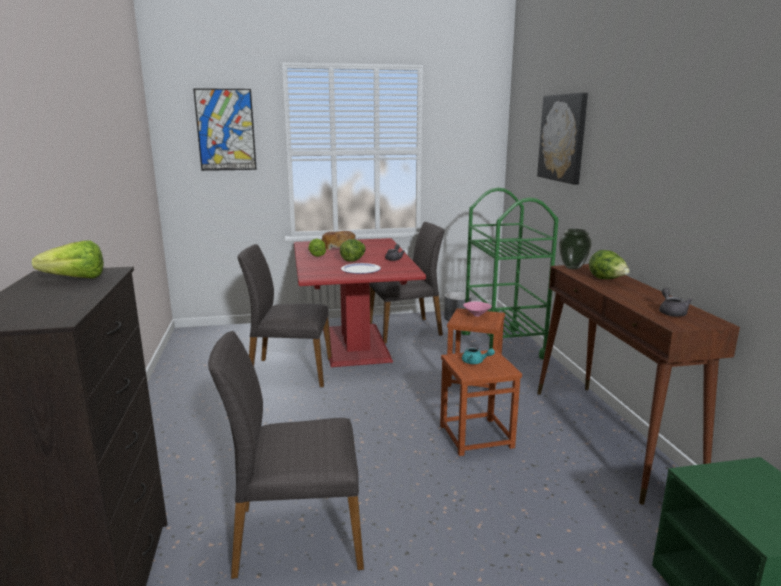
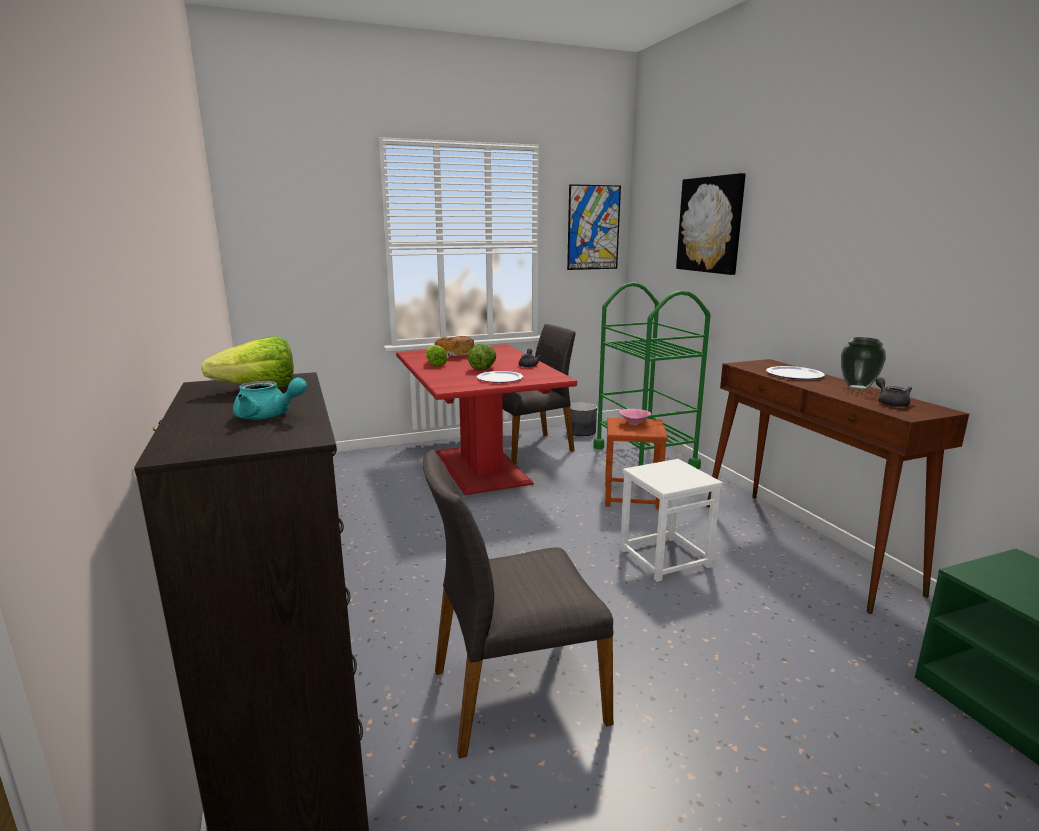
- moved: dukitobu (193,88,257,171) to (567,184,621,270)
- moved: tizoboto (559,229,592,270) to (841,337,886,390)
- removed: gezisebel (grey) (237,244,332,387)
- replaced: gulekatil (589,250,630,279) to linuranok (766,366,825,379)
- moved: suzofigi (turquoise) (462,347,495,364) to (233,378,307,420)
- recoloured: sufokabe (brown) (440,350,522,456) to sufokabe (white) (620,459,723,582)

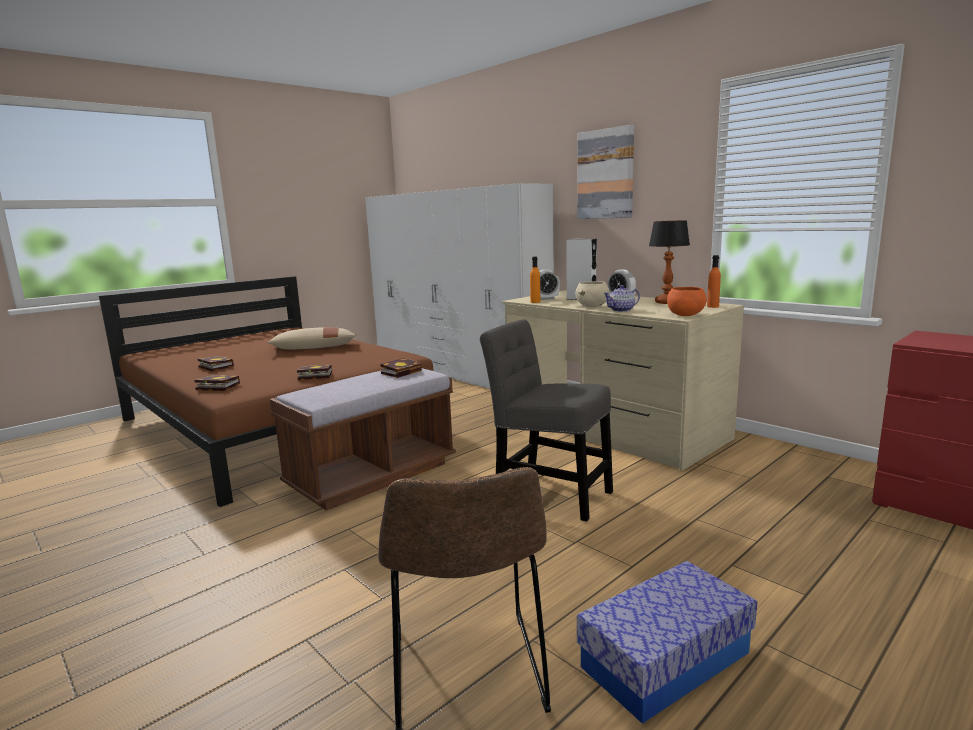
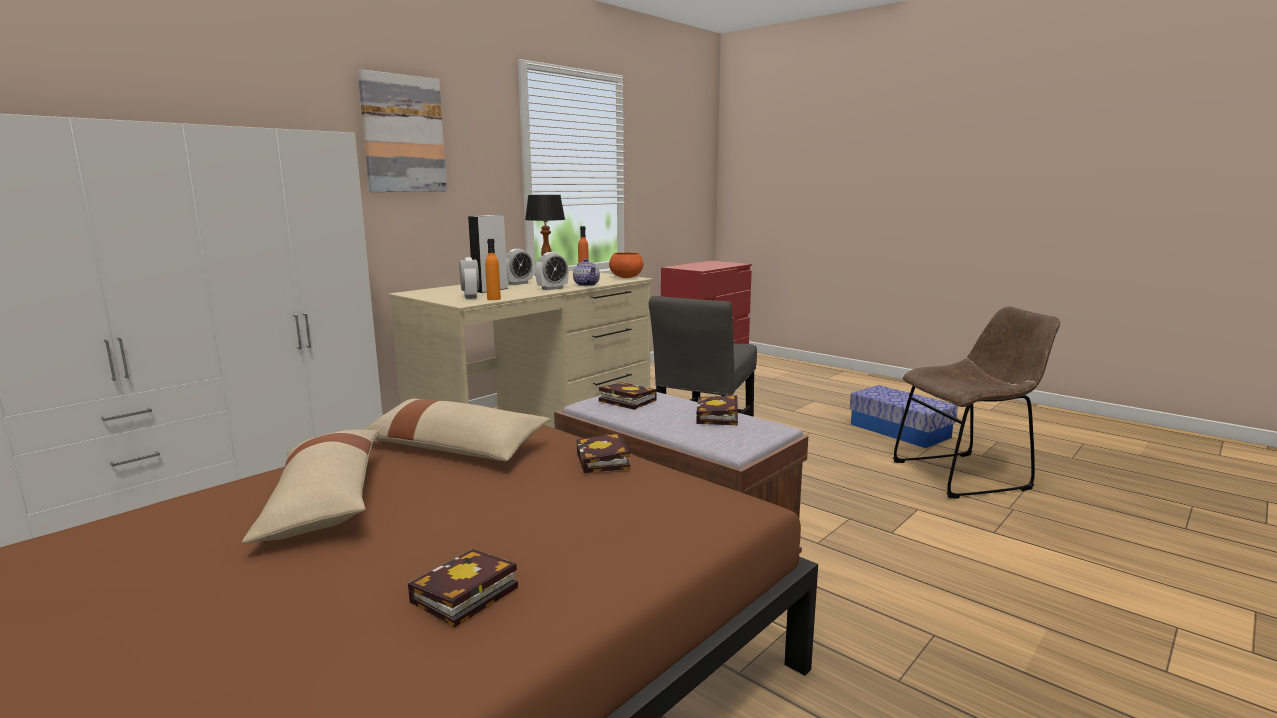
- replaced: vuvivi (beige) (575,281,609,307) to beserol (535,252,569,290)
- moved: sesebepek (194,375,240,391) to (696,395,738,426)
- added: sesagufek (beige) (362,399,550,461)

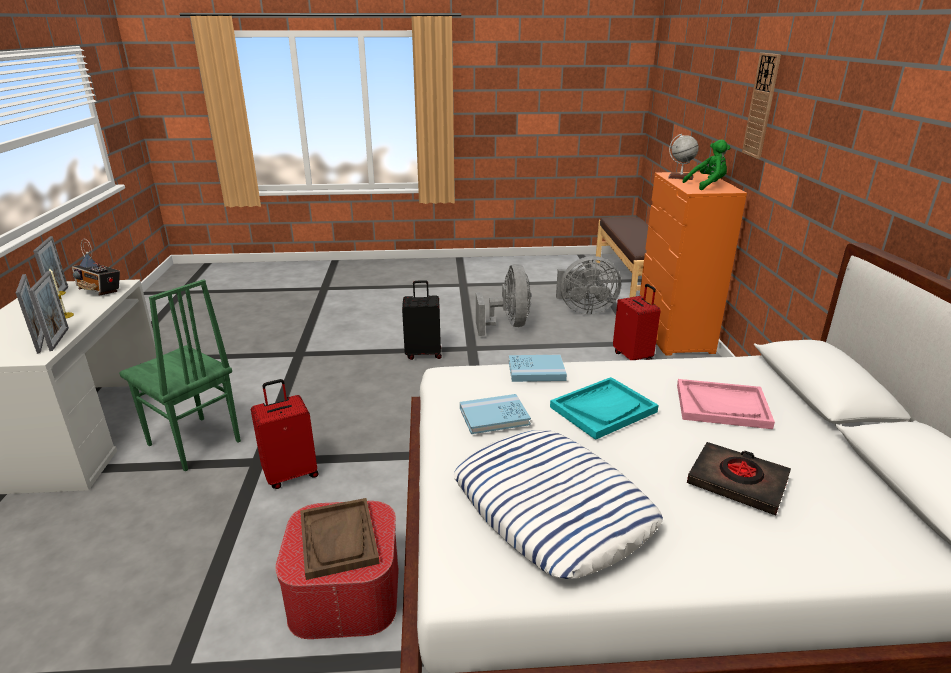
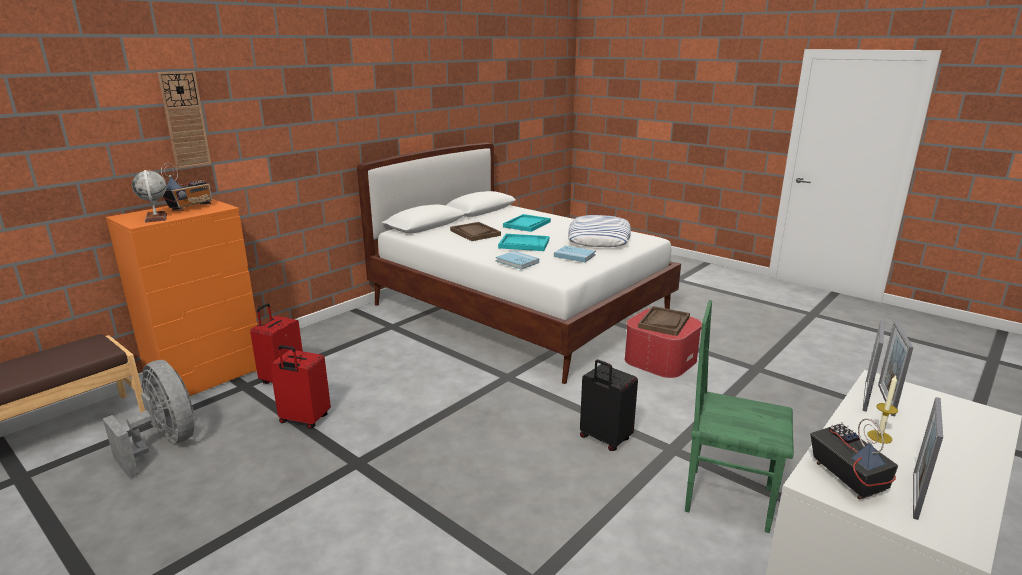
- replaced: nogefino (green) (683,139,730,190) to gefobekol (161,163,212,211)
- removed: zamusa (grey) (476,264,531,336)
- turned: gezisebel (green) (119,279,241,472) = (685,300,794,533) 60 degrees counterclockwise
- moved: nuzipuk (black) (402,280,442,360) to (580,360,638,451)
- moved: nuzipuk (red) (251,379,319,489) to (270,345,331,429)
- recoloured: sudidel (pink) (677,379,775,429) to sudidel (brown) (450,222,501,241)
- replaced: sesebepek (black) (687,442,791,516) to sudidel (turquoise) (503,214,551,232)

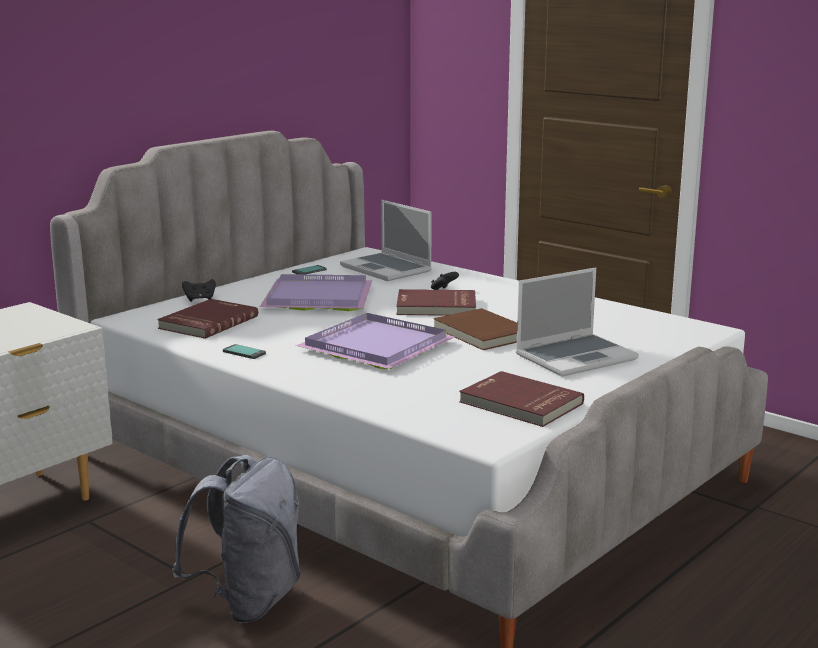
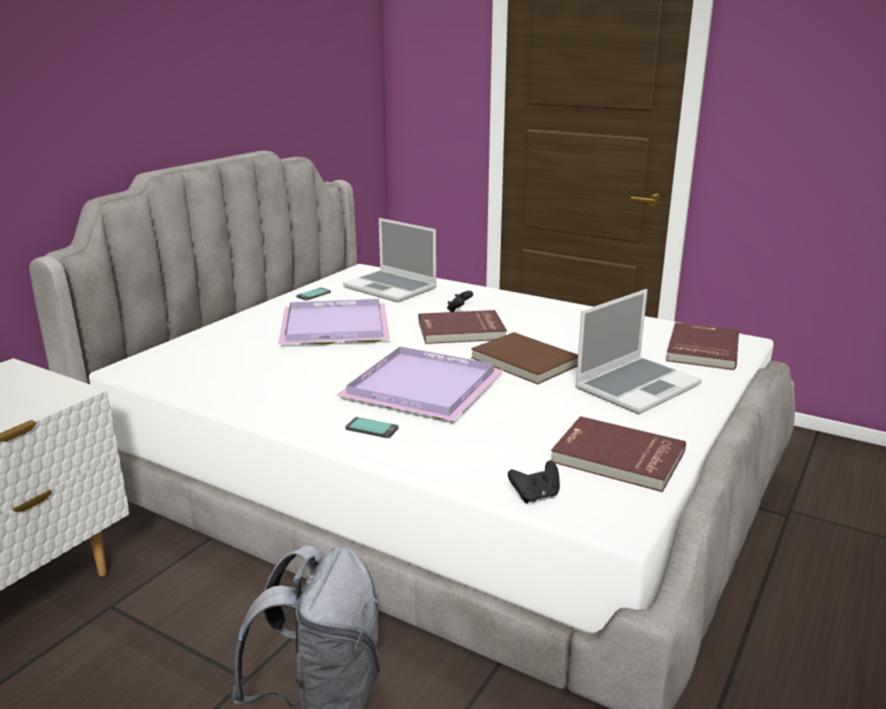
- moved: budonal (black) (182,279,216,302) to (508,461,560,503)
- moved: sesebepek (red) (157,299,258,339) to (666,322,739,370)
- moved: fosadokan (223,344,266,359) to (345,417,398,438)

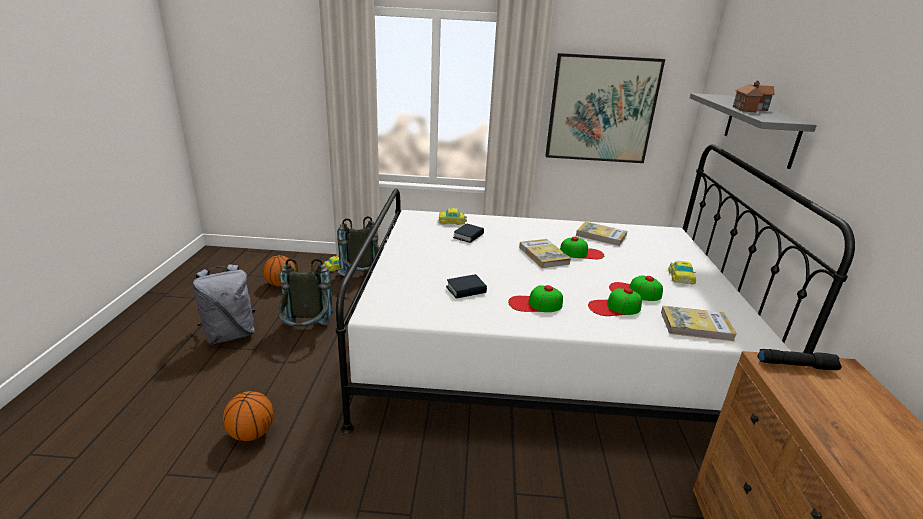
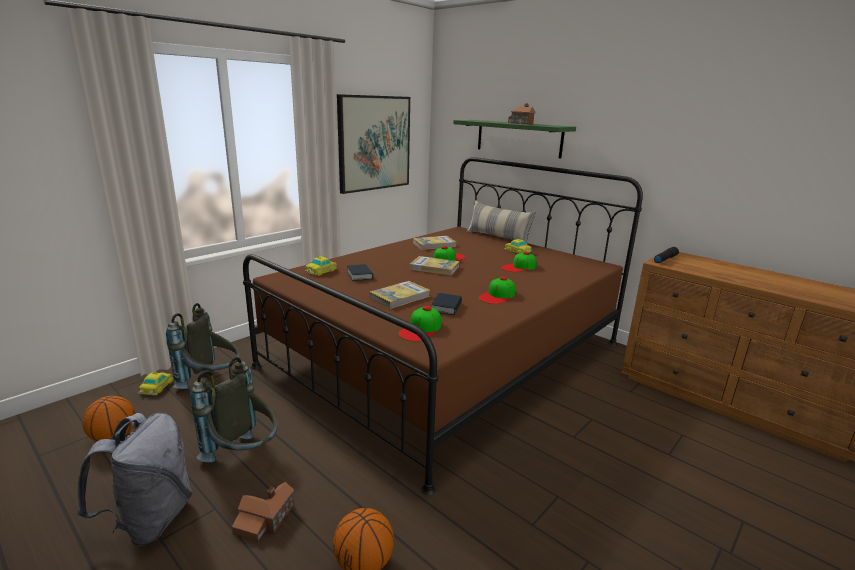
- recoloured: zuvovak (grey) (690,93,817,169) to zuvovak (green) (453,120,576,159)
- recoloured: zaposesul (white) (336,144,855,434) to zaposesul (brown) (243,157,643,495)
- moved: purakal (588,288,642,316) to (399,306,441,341)
- moved: sesebepek (661,306,737,341) to (370,281,430,309)
- added: sesagufek (467,200,536,244)
- added: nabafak (232,482,294,542)

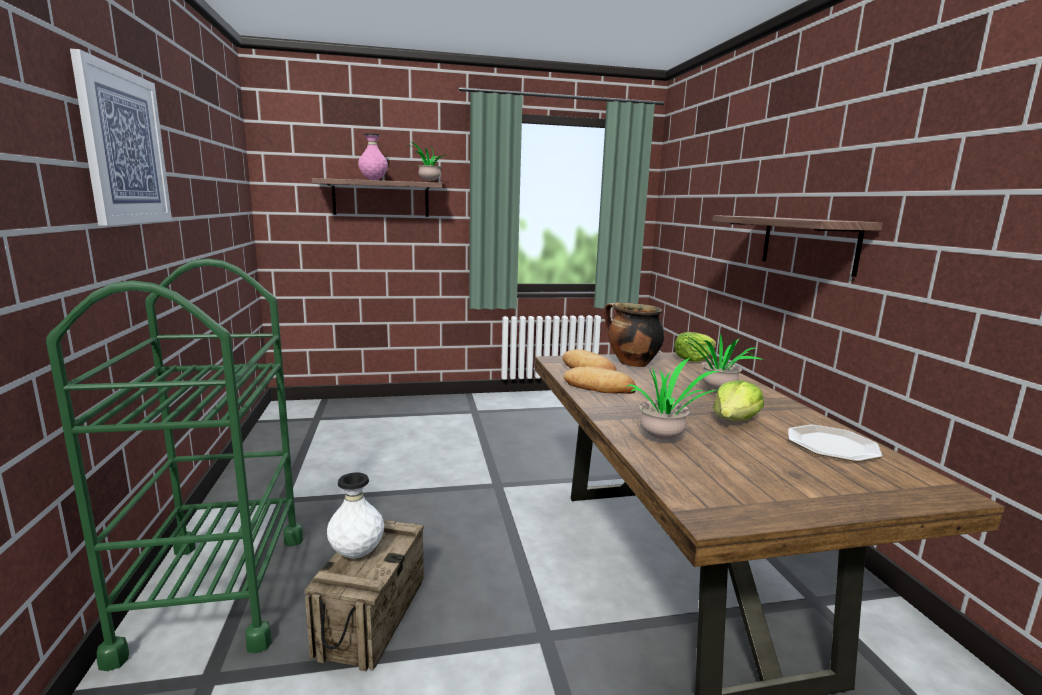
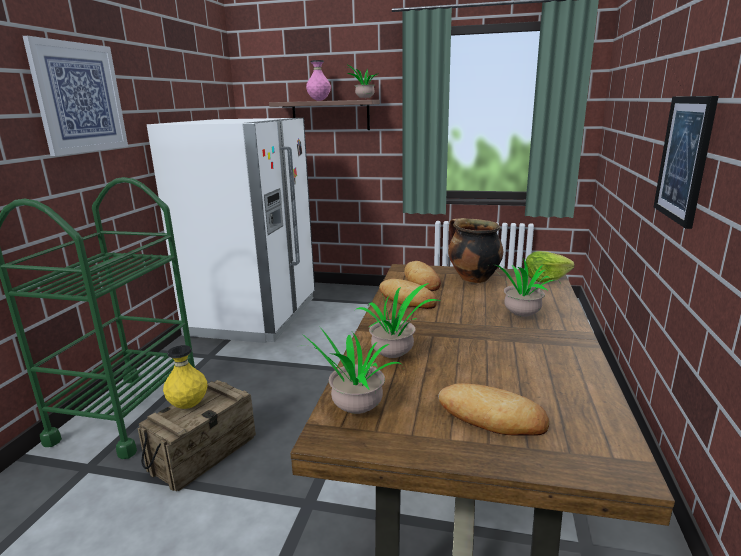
- replaced: zuvovak (712,215,883,277) to dukitobu (654,96,719,229)
- removed: gulekatil (713,380,764,421)
- removed: linuranok (788,425,883,462)
- recoloured: tizoboto (white) (327,473,384,558) to tizoboto (yellow) (163,345,207,409)
- added: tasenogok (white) (147,118,315,343)
- added: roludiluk (301,326,402,414)
- added: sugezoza (438,383,549,436)

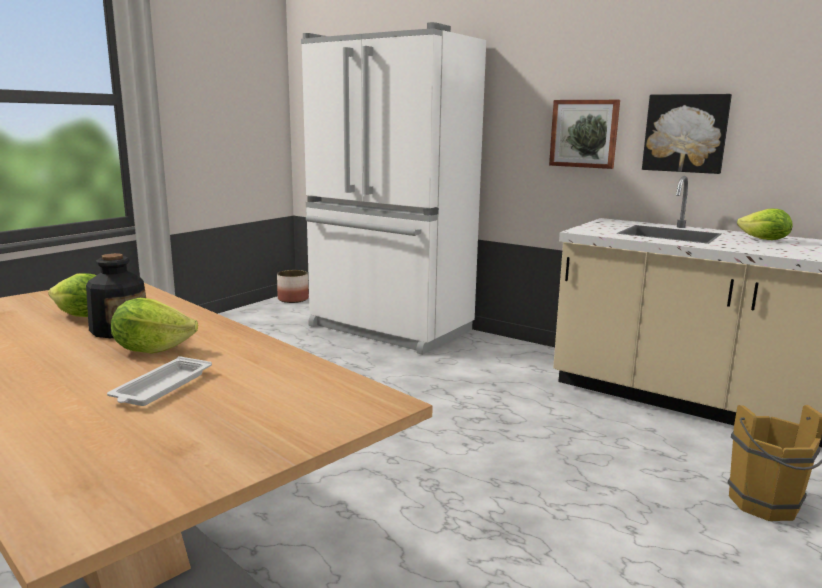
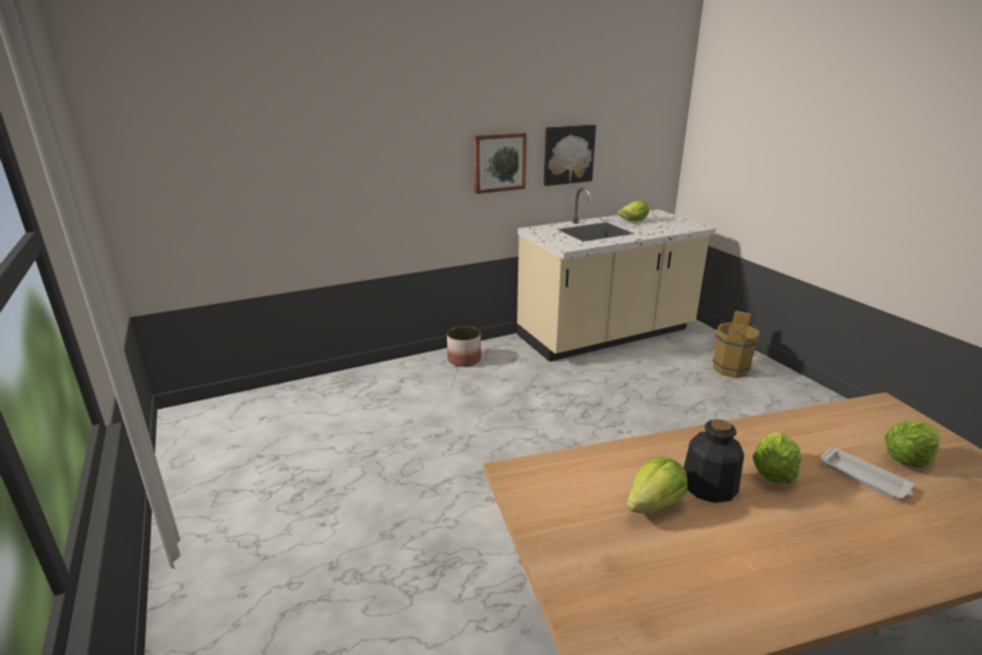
- removed: tasenogok (white) (301,22,486,355)
- moved: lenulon (277,270,309,303) to (447,326,481,367)
- added: gulekatil (885,420,940,468)

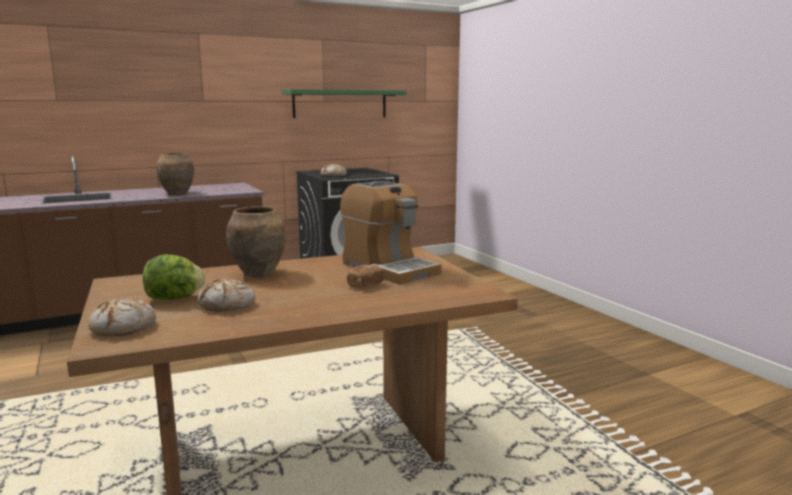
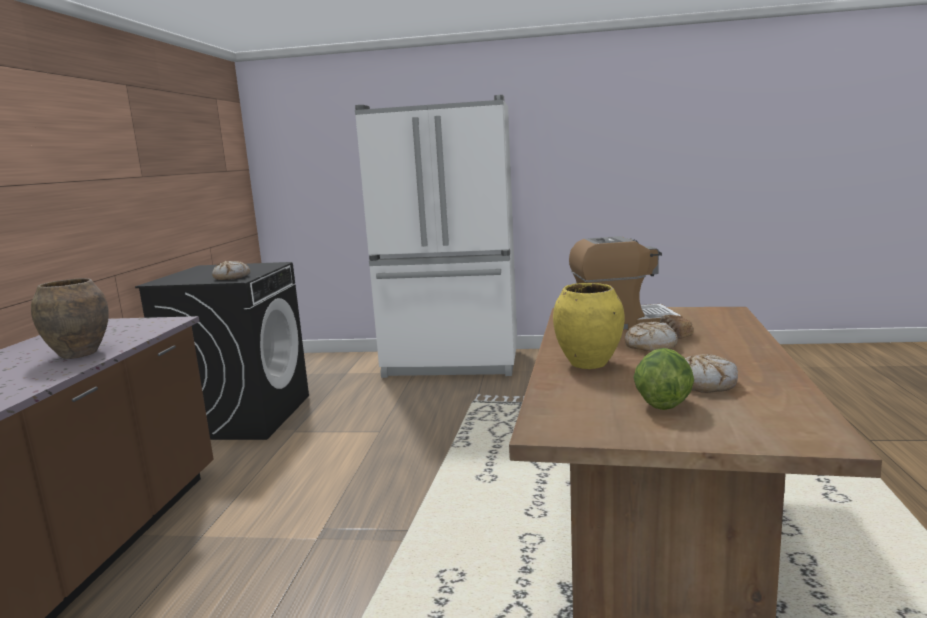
- removed: zuvovak (green) (282,89,407,118)
- recoloured: tizoboto (brown) (226,206,286,277) to tizoboto (yellow) (553,283,625,369)
- moved: sugezoza (88,299,156,336) to (625,322,678,351)
- added: tasenogok (white) (355,95,517,378)

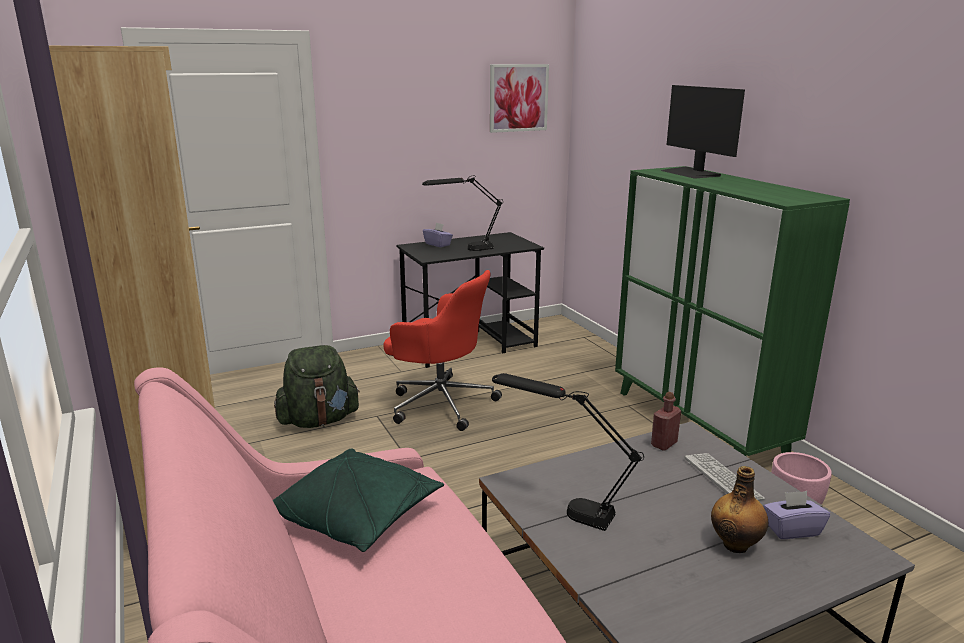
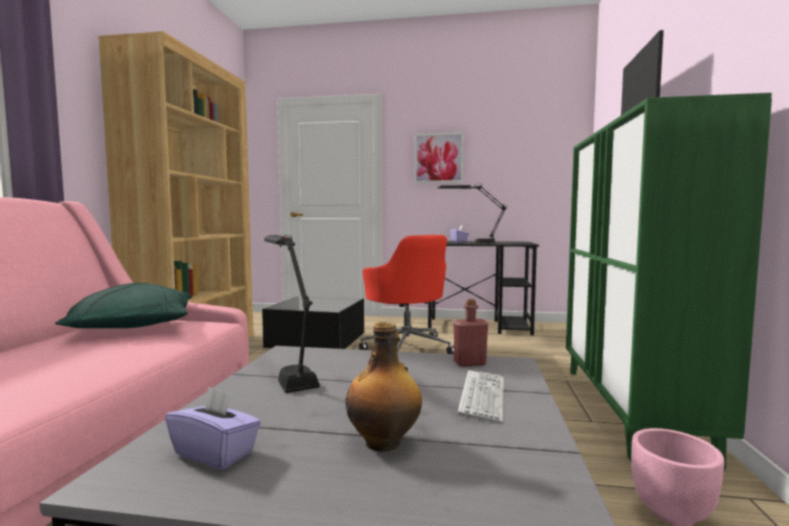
- moved: dukitobu (490,64,549,133) to (414,132,464,183)
- replaced: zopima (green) (274,345,360,428) to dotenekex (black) (262,296,364,349)
- moved: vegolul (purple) (763,491,830,539) to (165,387,261,470)

